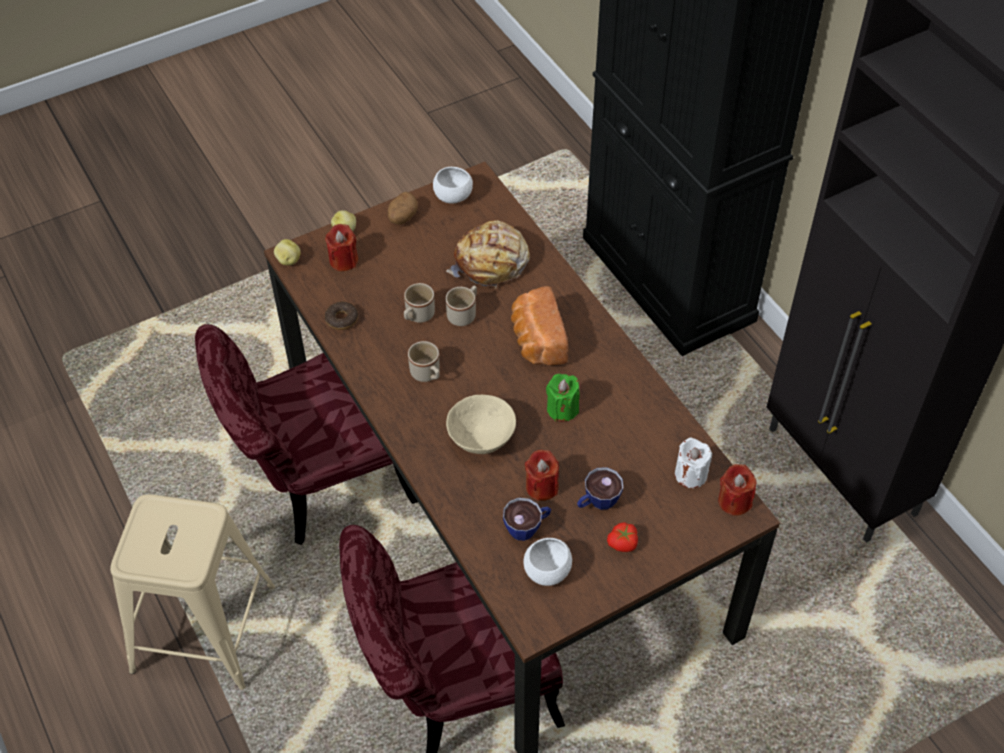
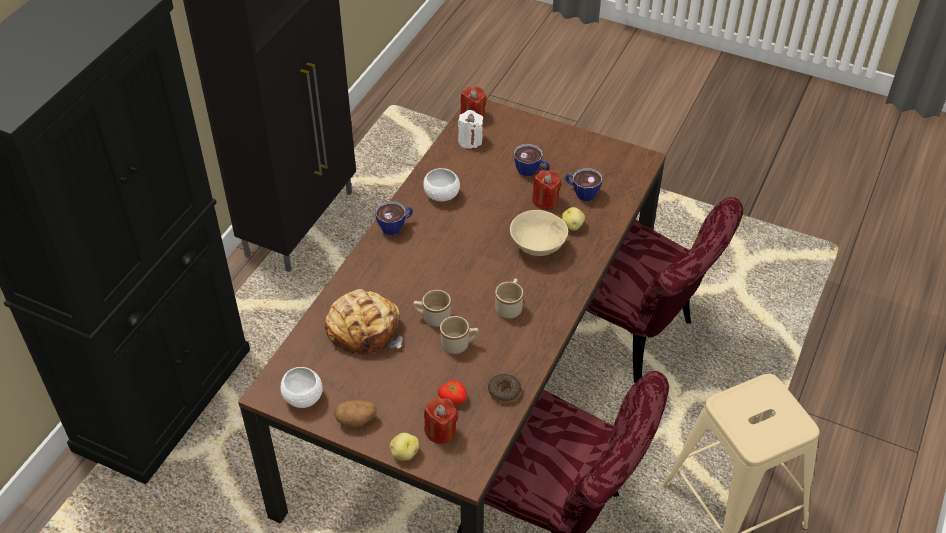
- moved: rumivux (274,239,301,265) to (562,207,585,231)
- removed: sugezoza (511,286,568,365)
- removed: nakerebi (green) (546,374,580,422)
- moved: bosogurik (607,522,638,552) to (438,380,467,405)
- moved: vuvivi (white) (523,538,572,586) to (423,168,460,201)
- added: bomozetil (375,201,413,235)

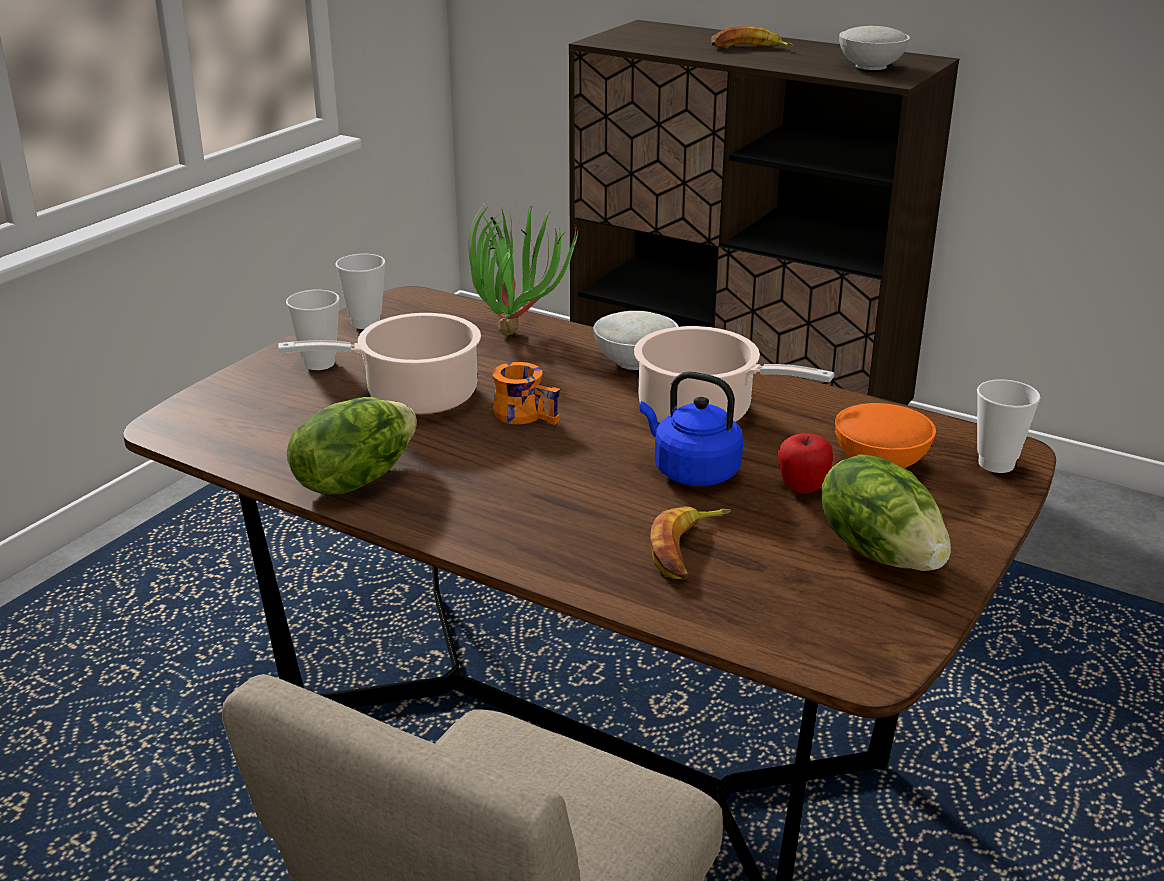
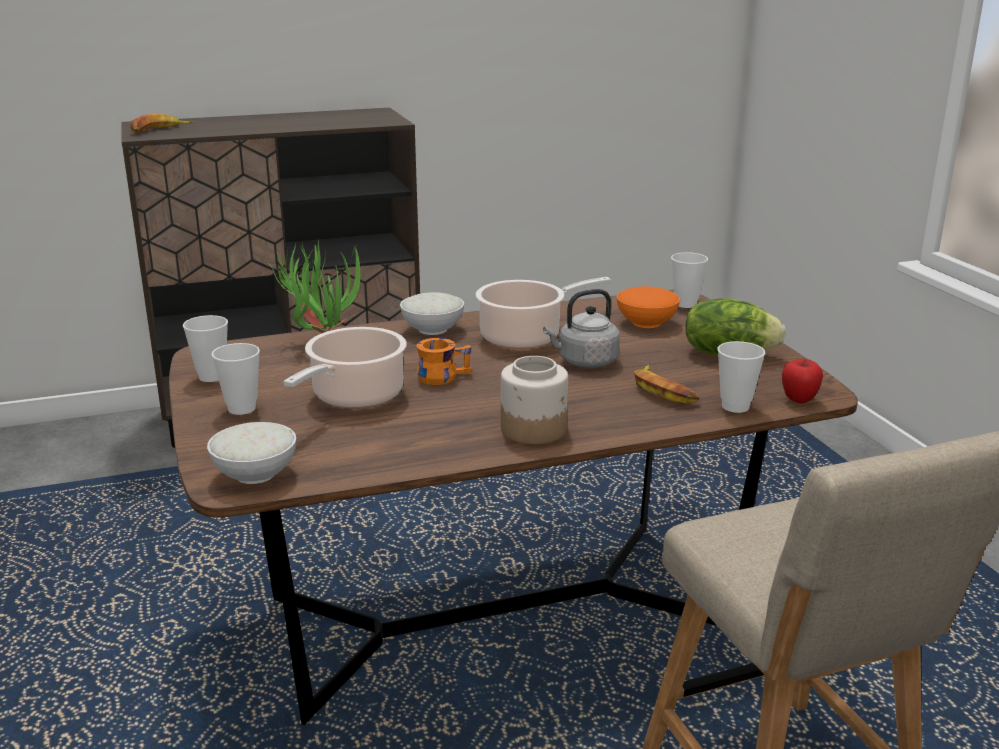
- moved: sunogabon (711,26,794,48) to (129,114,195,133)
- moved: vuvivi (white) (839,26,910,70) to (207,422,296,484)
- recoloured: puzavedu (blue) (640,371,743,486) to puzavedu (grey) (543,289,620,368)
- removed: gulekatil (287,397,417,494)
- moved: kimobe (778,433,833,494) to (782,359,823,403)
- added: bomozetil (718,341,765,413)
- added: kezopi (501,356,568,445)

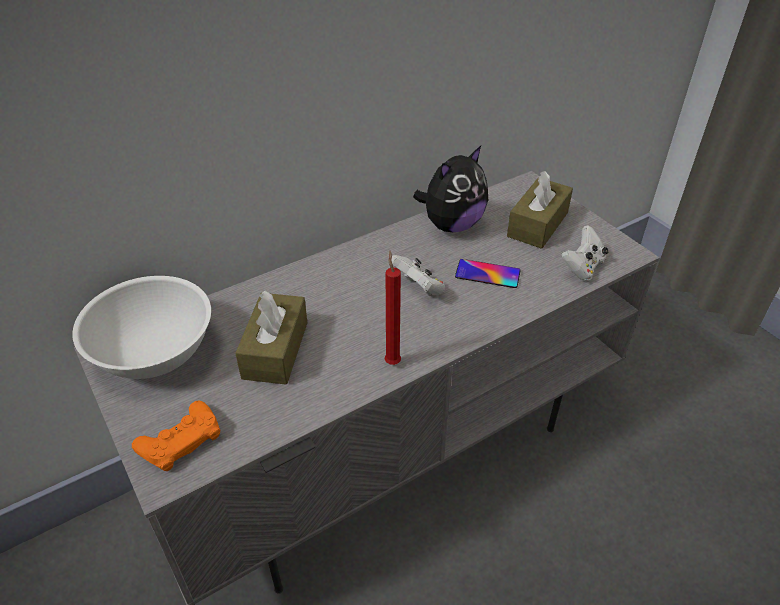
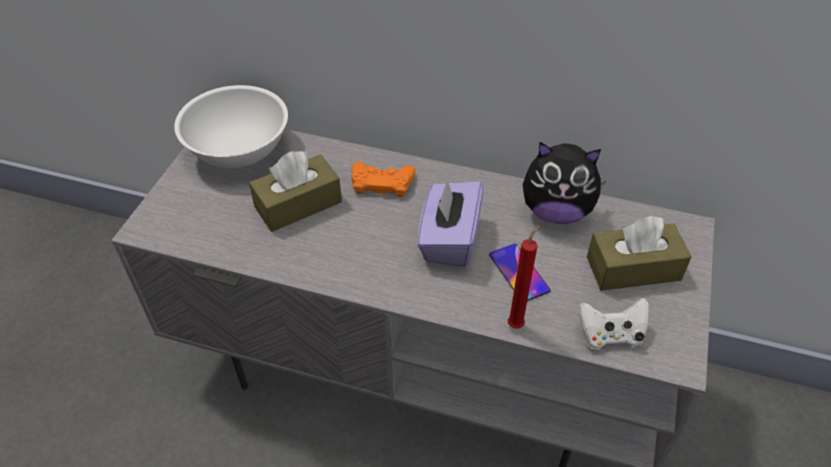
- moved: nakerebi (red) (385,251,401,365) to (508,225,540,329)
- replaced: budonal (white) (391,255,445,296) to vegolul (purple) (418,179,483,267)
- moved: budonal (orange) (132,401,221,471) to (351,162,415,197)

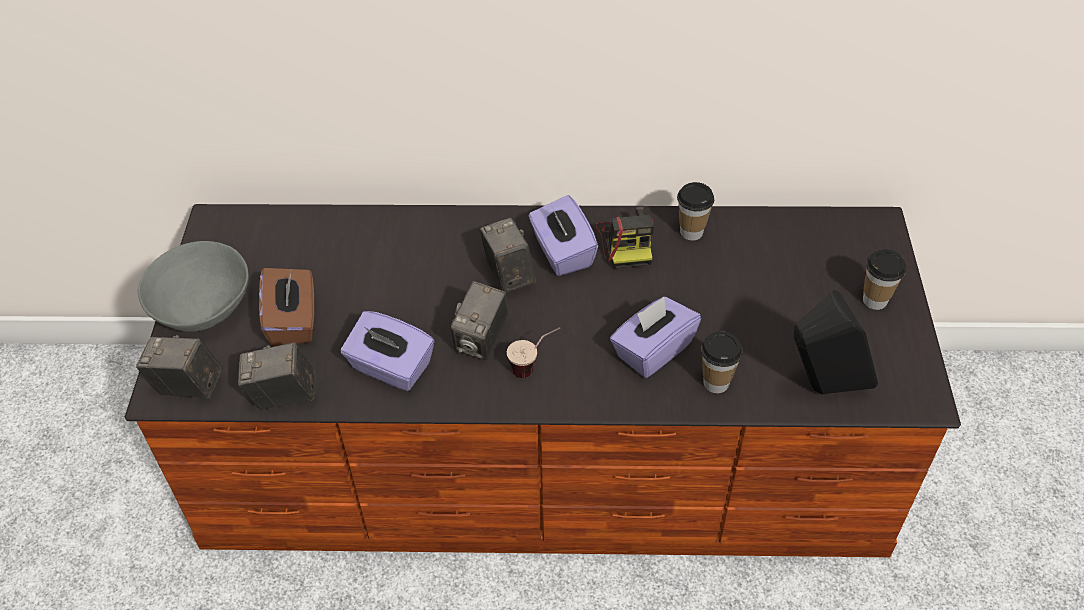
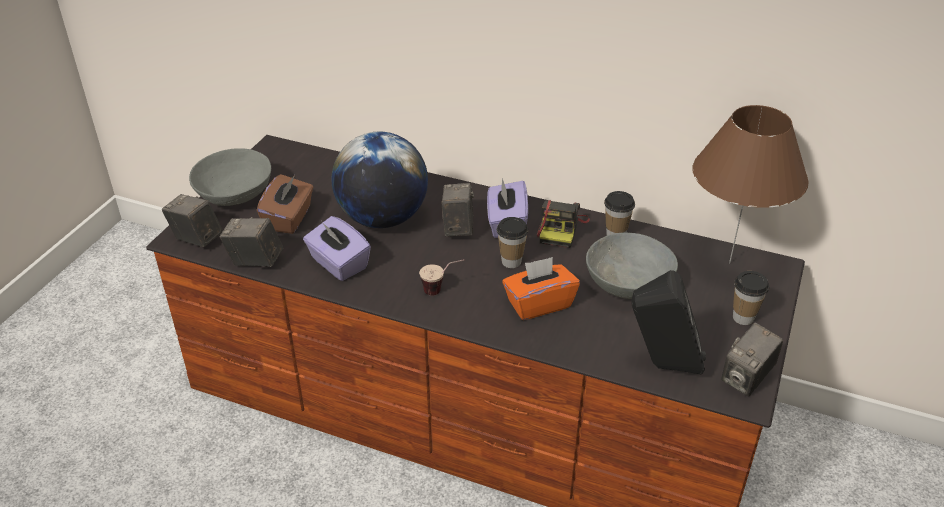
- moved: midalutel (451,281,508,360) to (721,323,783,397)
- recoloured: vegolul (purple) (610,297,701,378) to vegolul (orange) (502,257,580,320)
- moved: bomozetil (701,331,743,393) to (497,217,528,268)
- added: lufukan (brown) (692,105,809,264)
- added: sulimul (331,132,428,228)
- added: vuvivi (grey) (586,233,678,299)

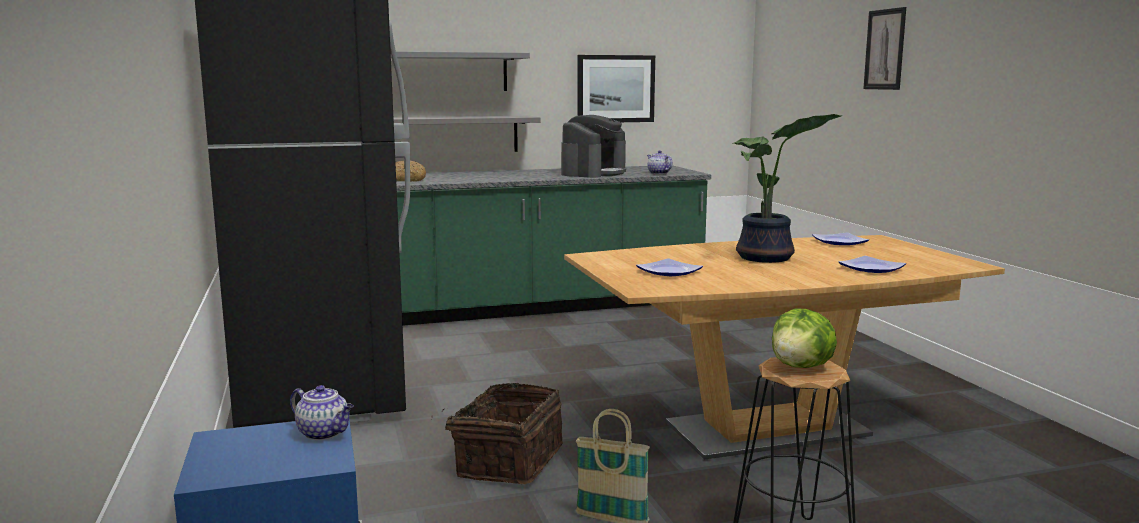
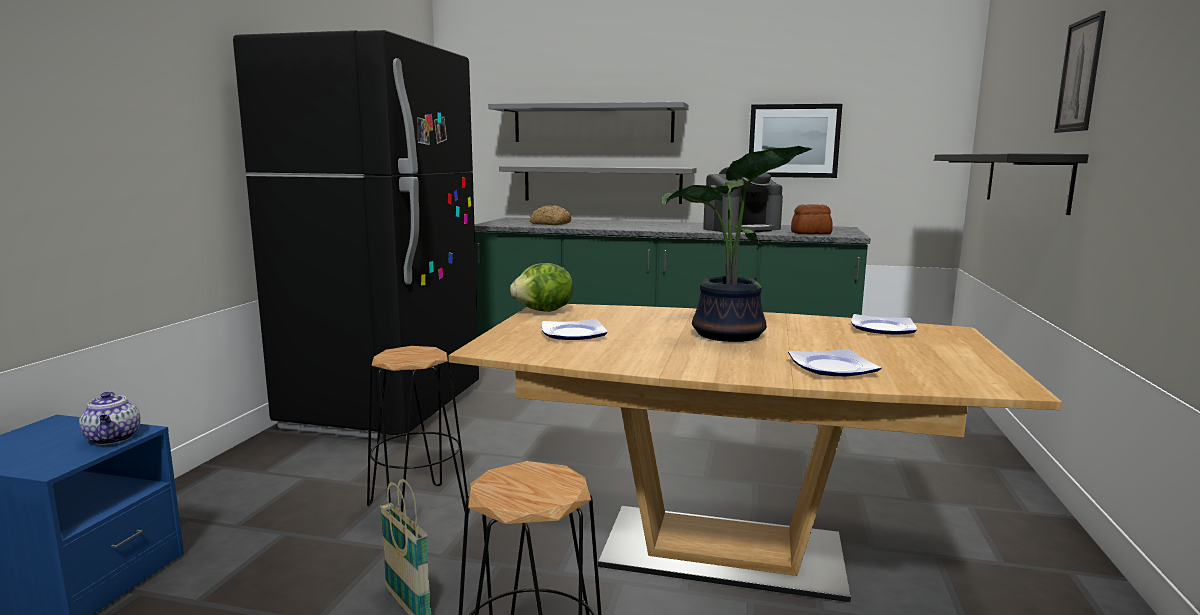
- replaced: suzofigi (647,150,673,174) to sugezoza (791,204,833,234)
- moved: gulekatil (772,309,837,368) to (510,263,573,312)
- replaced: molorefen (431,383,563,484) to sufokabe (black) (367,346,470,512)
- added: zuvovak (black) (934,154,1089,215)

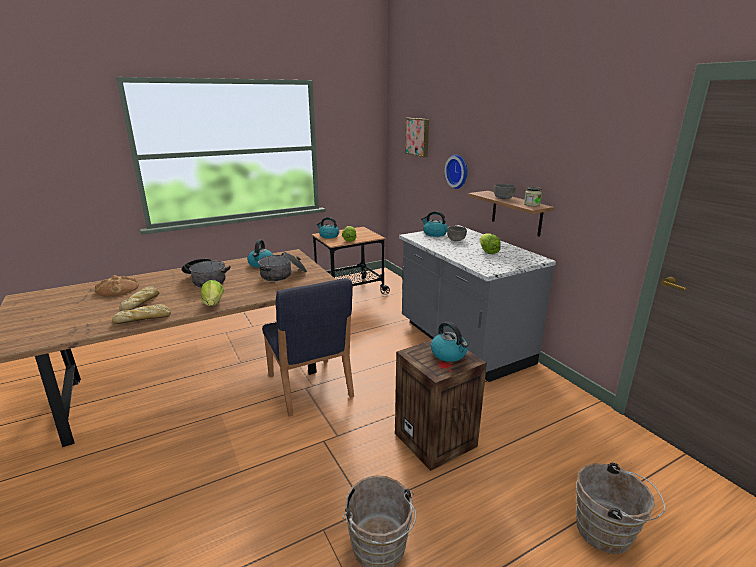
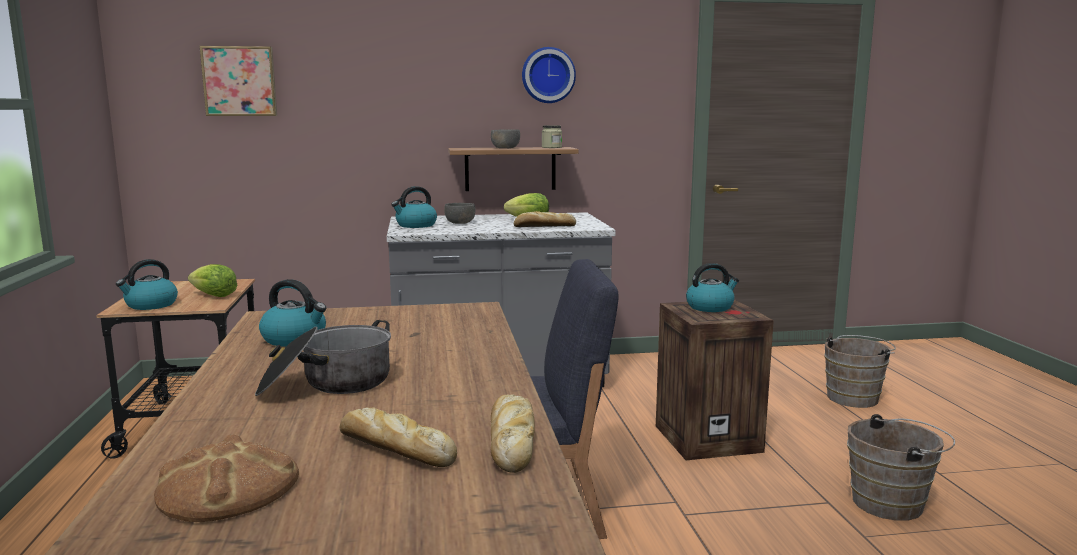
- moved: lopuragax (444,154,467,189) to (522,47,576,103)
- removed: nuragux (258,252,307,281)
- removed: gulekatil (201,280,224,306)
- added: sugezoza (514,211,576,227)

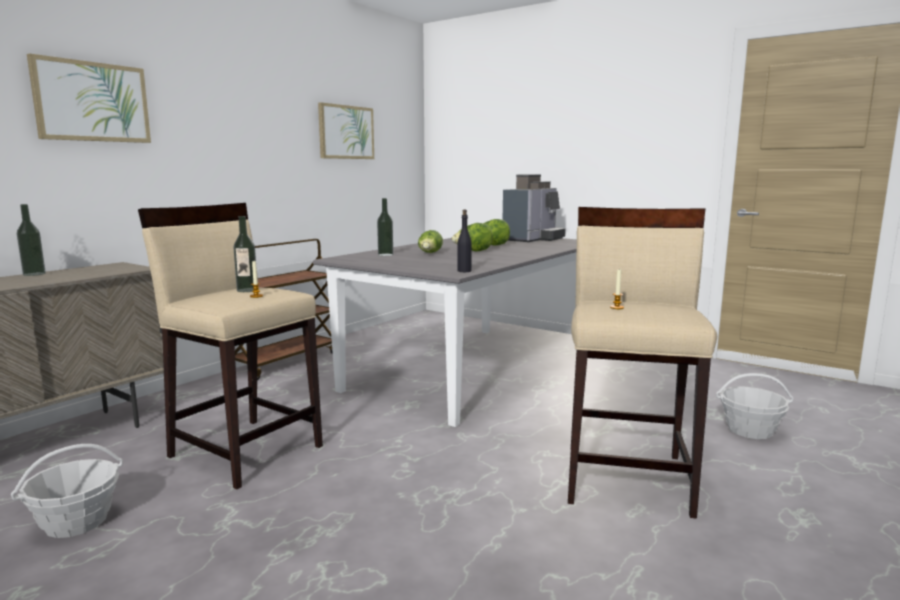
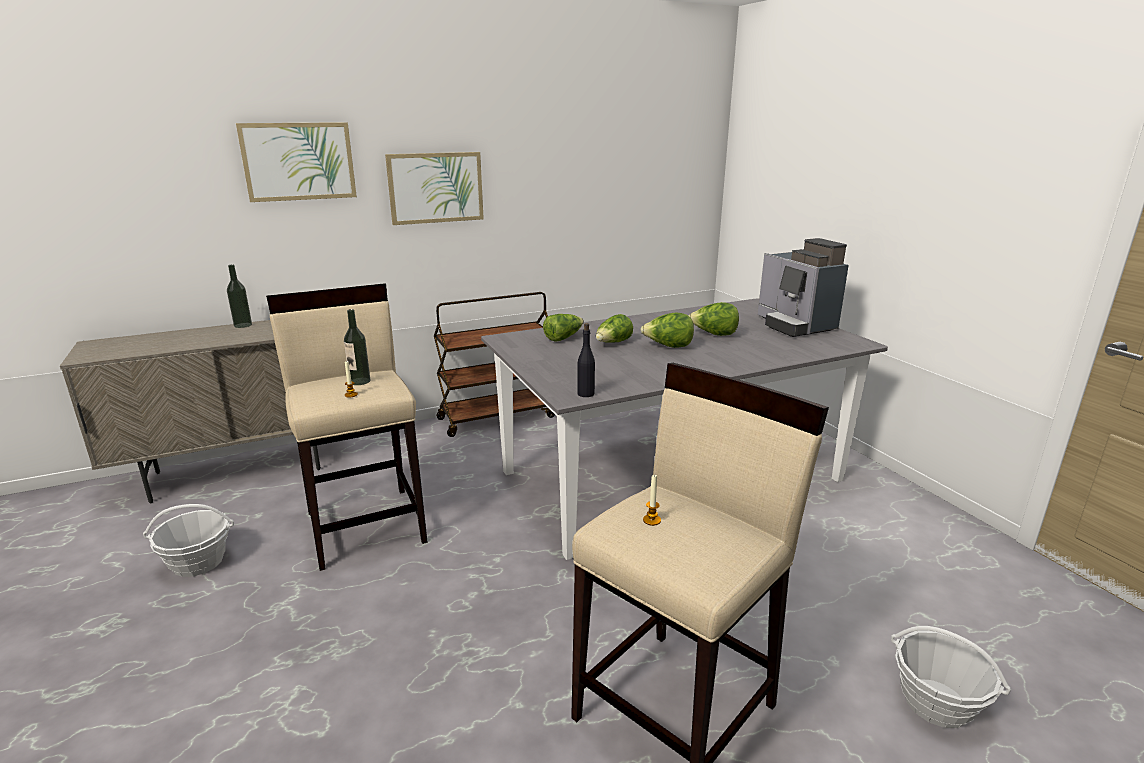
- moved: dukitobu (318,102,374,159) to (385,152,484,225)
- turned: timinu (503,174,566,242) = (758,238,849,337) 90 degrees clockwise
- replaced: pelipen (377,198,393,256) to gulekatil (543,314,584,342)

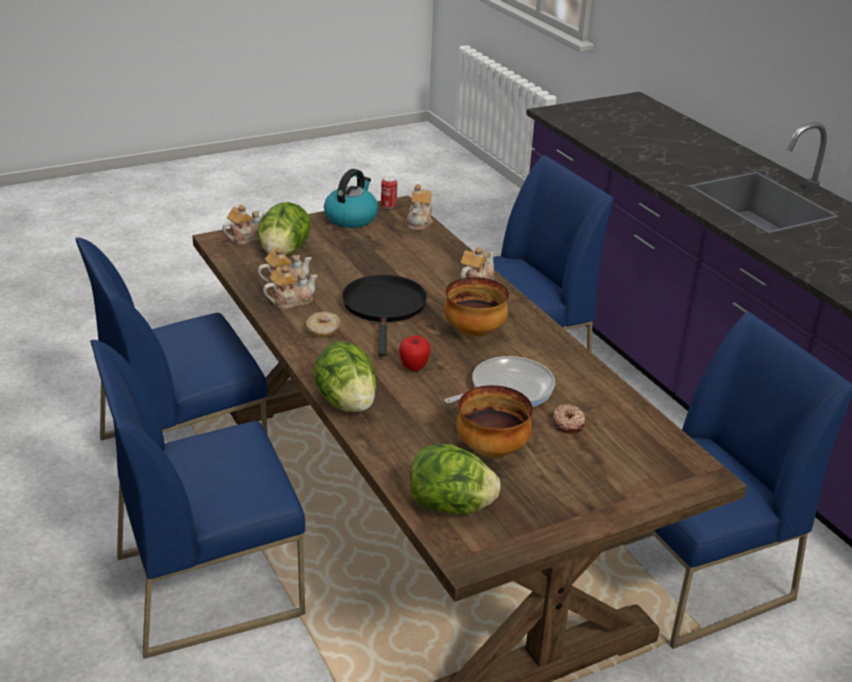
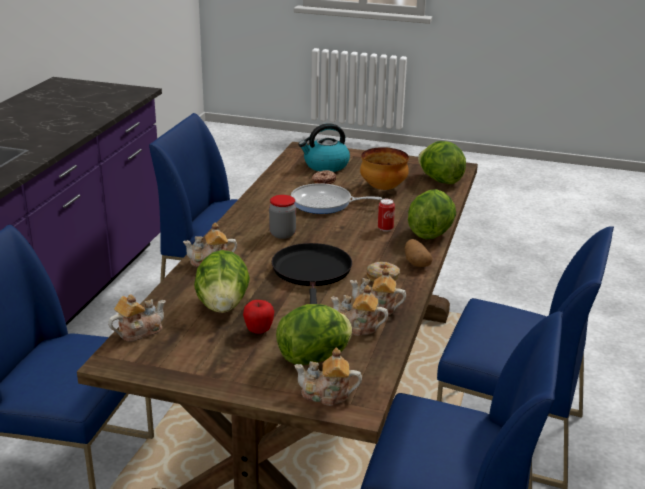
- moved: puzavedu (324,169,378,228) to (298,123,350,172)
- moved: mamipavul (381,176,397,209) to (378,199,395,232)
- turned: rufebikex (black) (342,275,427,356) = (272,243,352,304) 135 degrees clockwise
- replaced: vuvivi (444,277,509,337) to kezopi (269,195,296,239)
- moved: kimobe (399,335,430,371) to (243,300,274,334)
- added: rumivux (405,239,432,267)
- added: gulekatil (194,250,250,313)

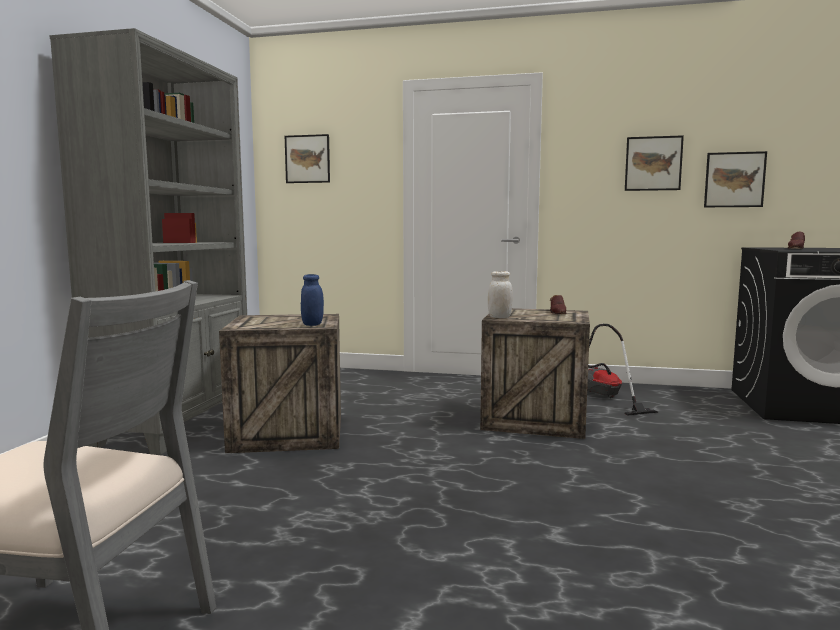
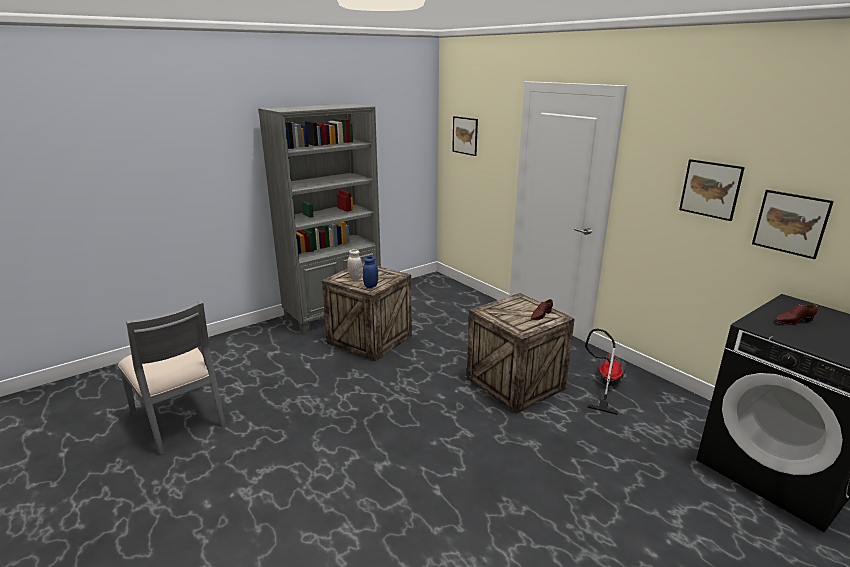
- moved: kezopi (white) (488,271,513,318) to (347,249,362,280)

